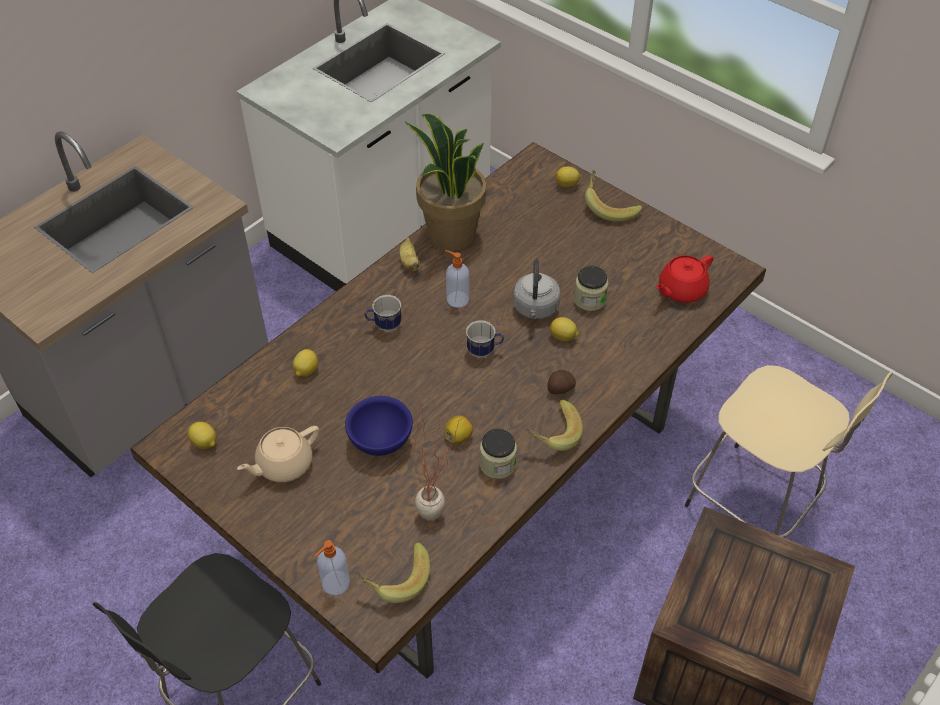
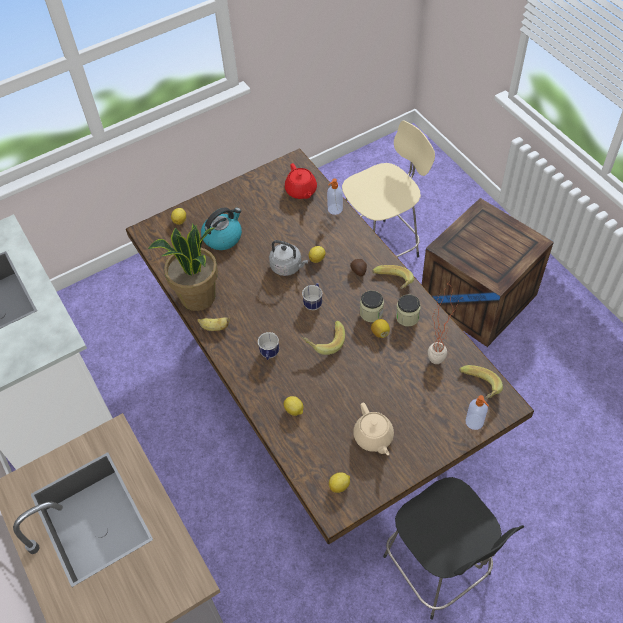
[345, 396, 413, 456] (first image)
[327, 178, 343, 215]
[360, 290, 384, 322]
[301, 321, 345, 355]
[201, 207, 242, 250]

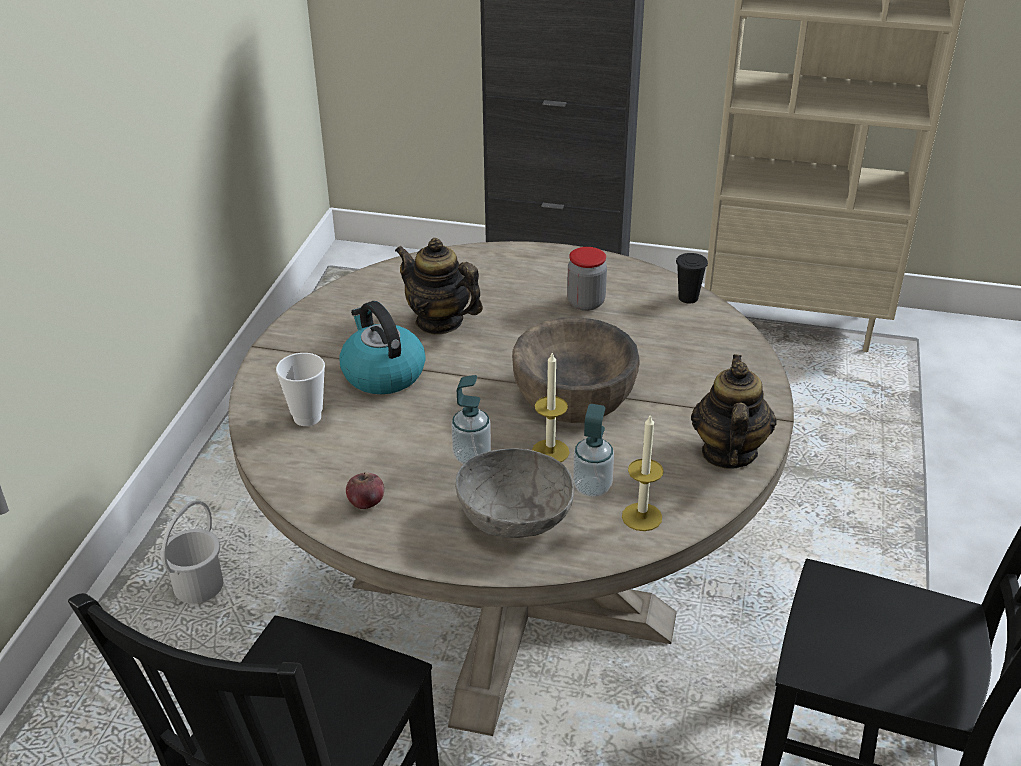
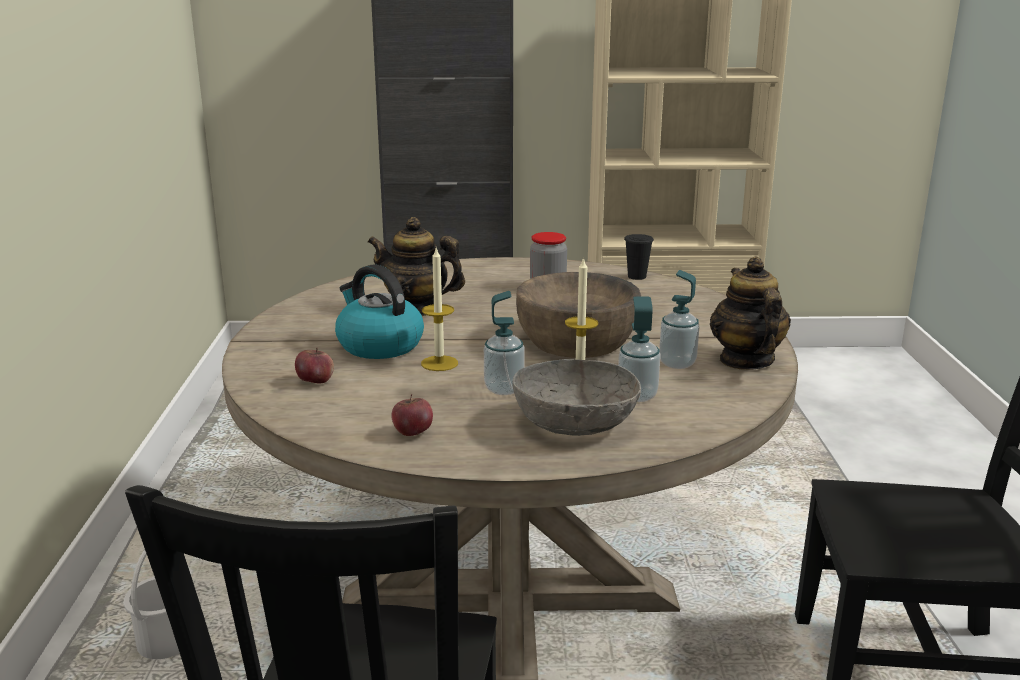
[295, 348, 334, 384]
[421, 248, 458, 371]
[659, 270, 699, 369]

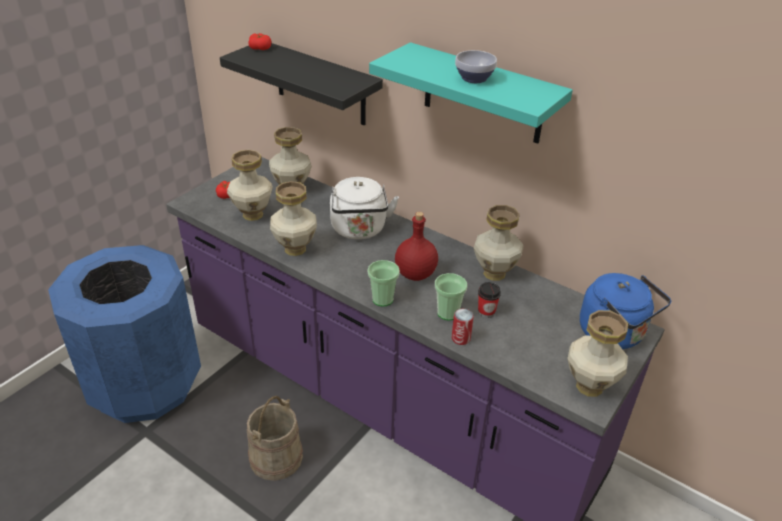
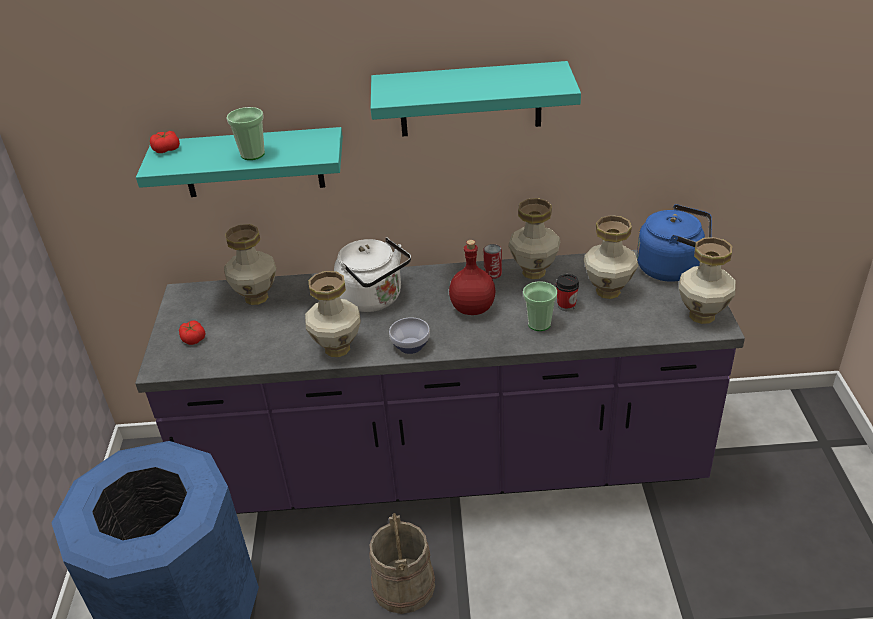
[136, 127, 343, 197]
[584, 215, 638, 299]
[227, 107, 265, 160]
[483, 244, 502, 279]
[389, 317, 430, 354]

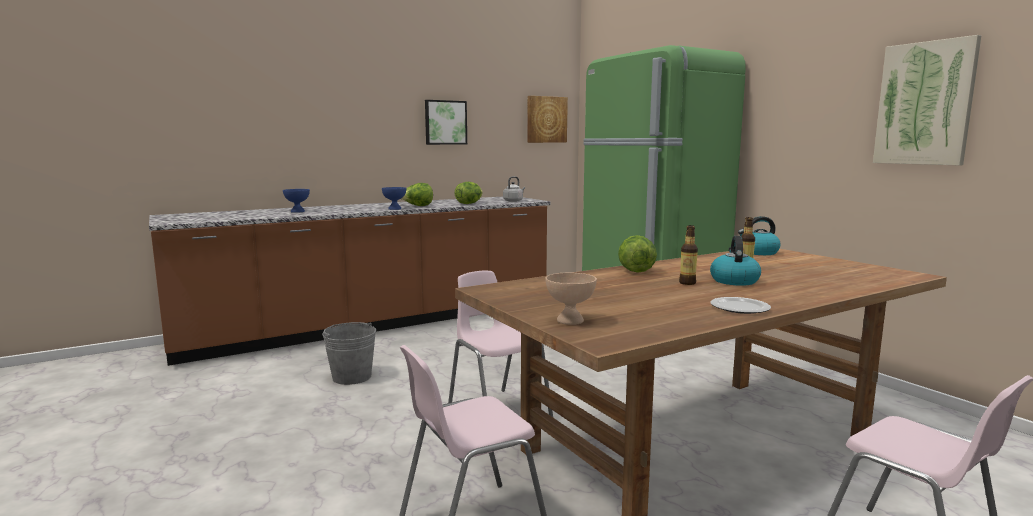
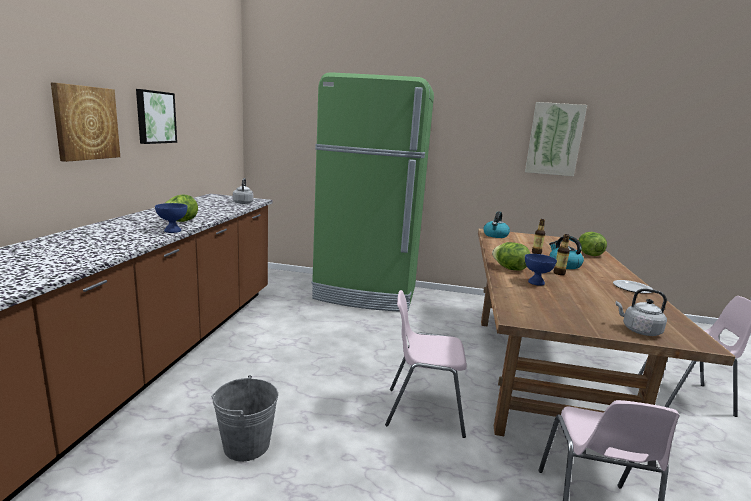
[525, 254, 557, 286]
[578, 232, 607, 256]
[51, 82, 120, 162]
[615, 288, 667, 336]

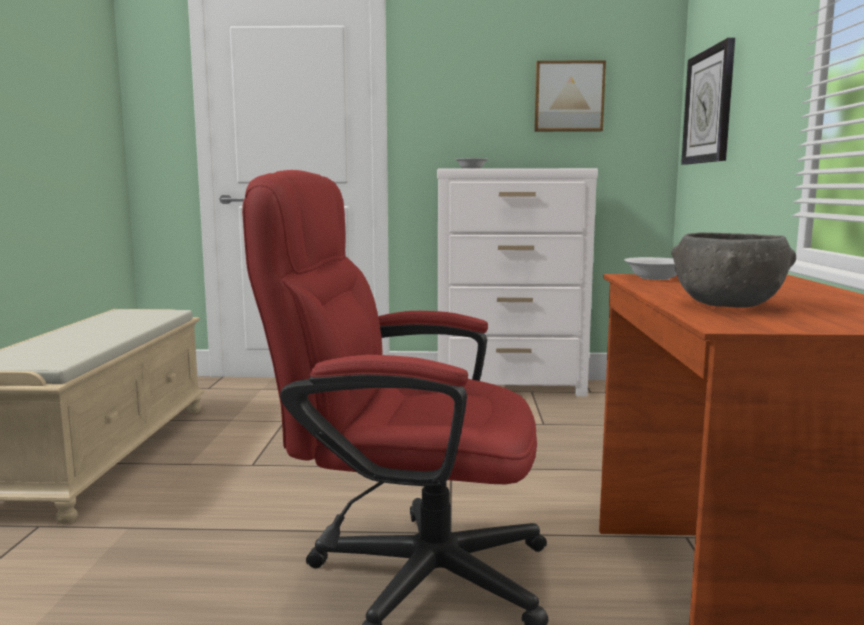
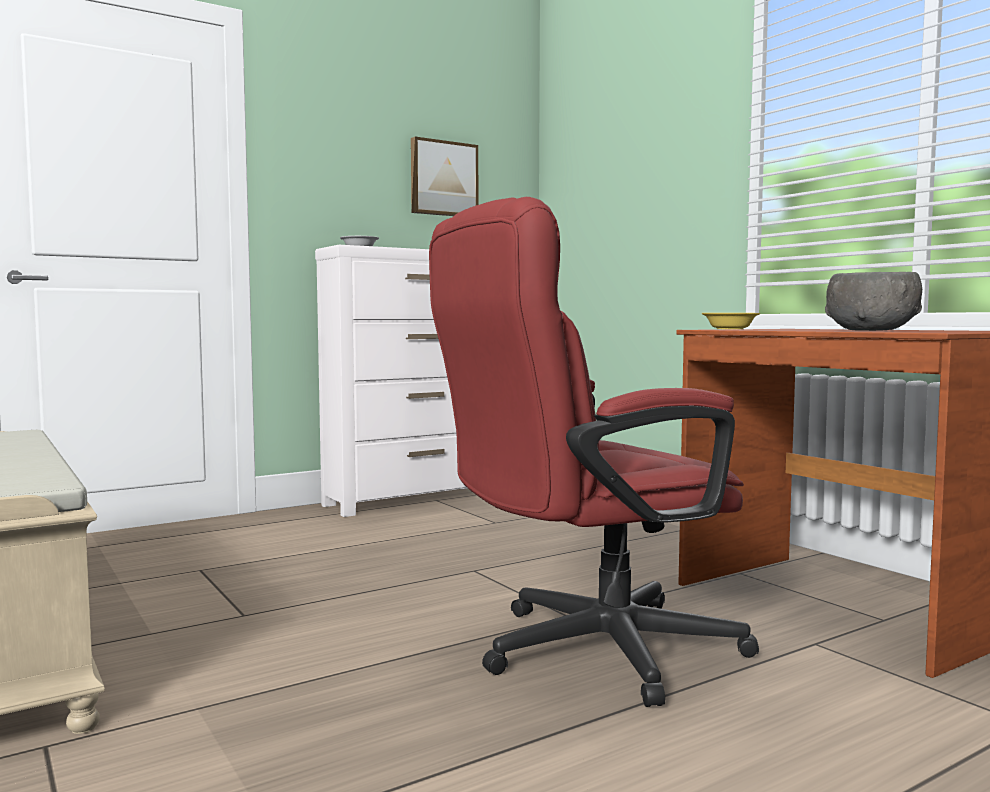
[702, 313, 760, 329]
[681, 38, 735, 164] (first image)

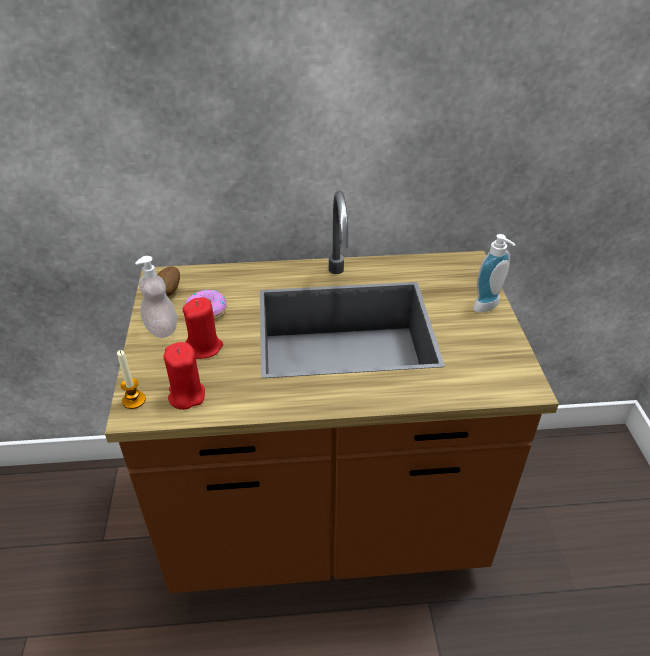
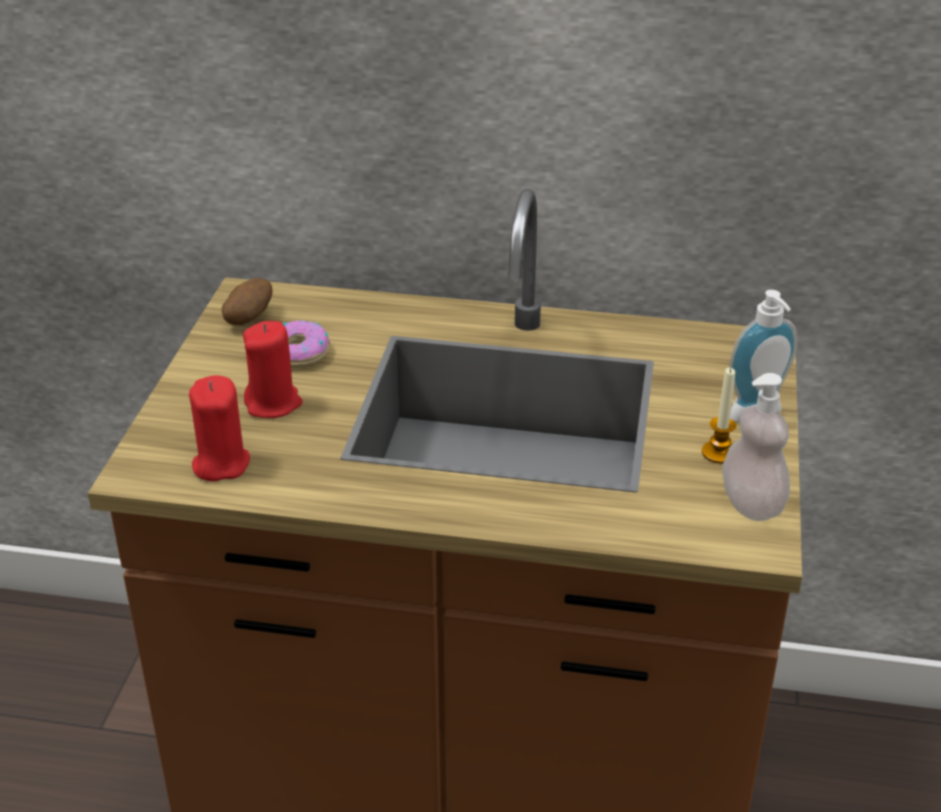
[702, 368, 736, 464]
[722, 373, 790, 521]

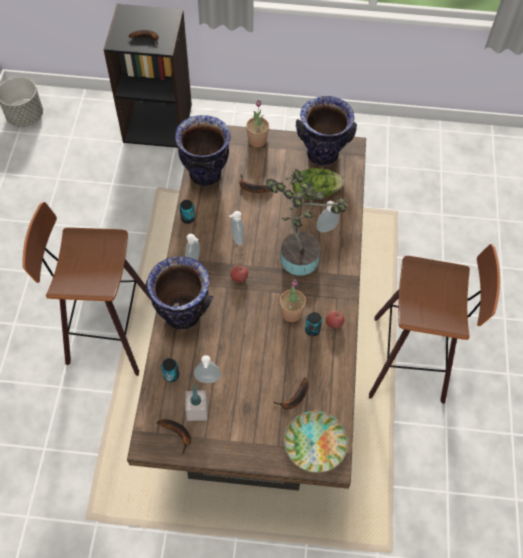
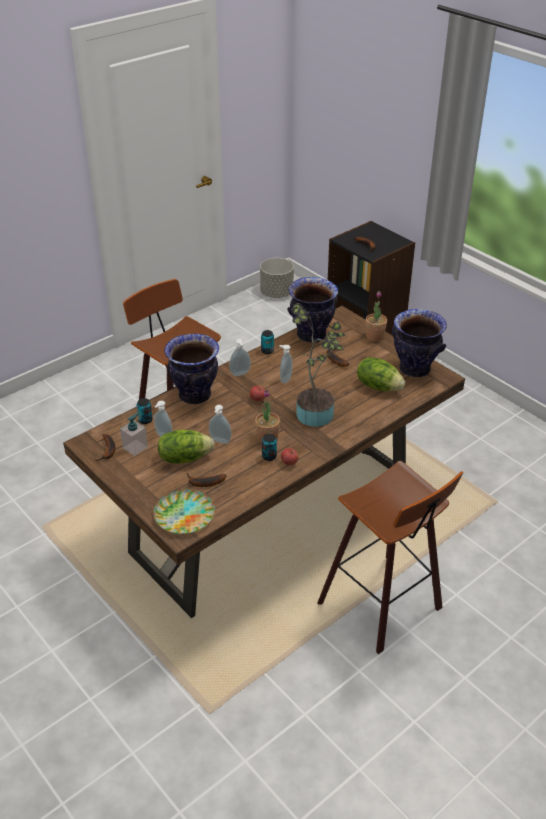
[209, 405, 232, 444]
[158, 430, 215, 464]

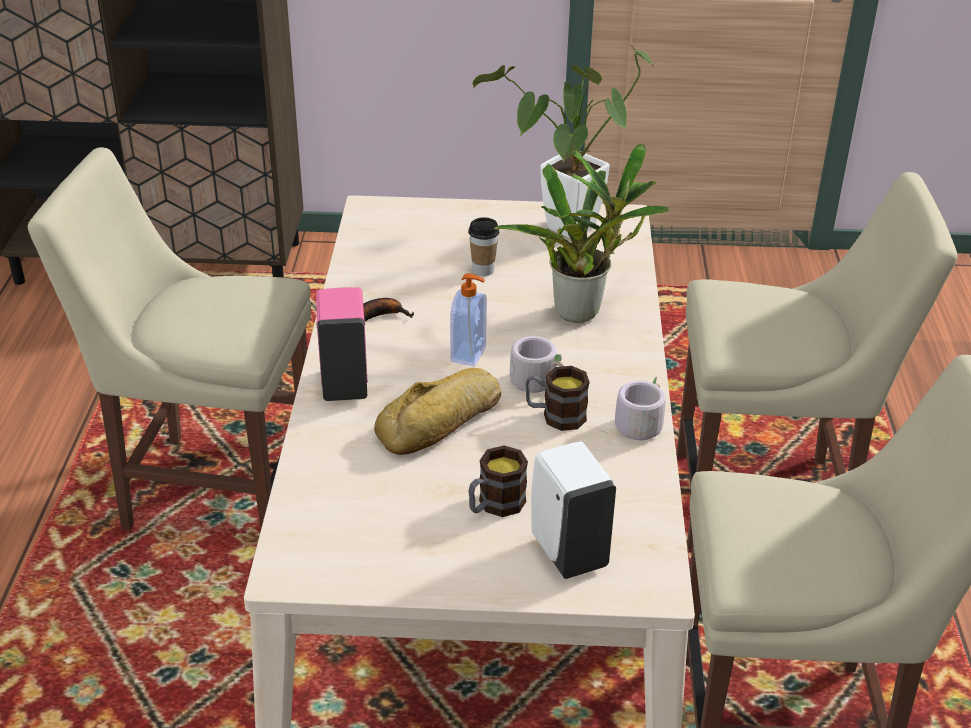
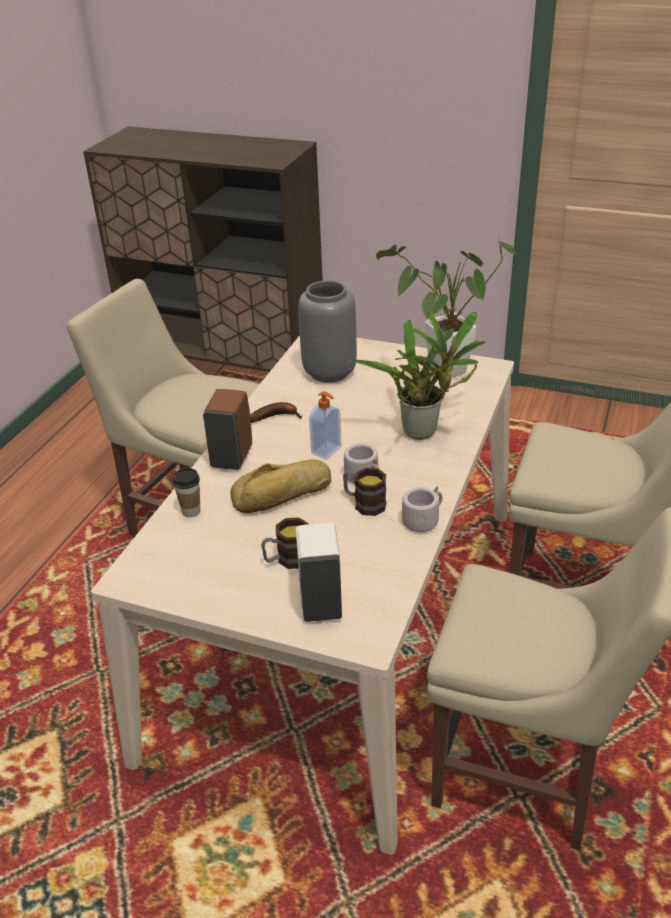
[203, 389, 252, 470]
[172, 468, 201, 517]
[298, 280, 357, 383]

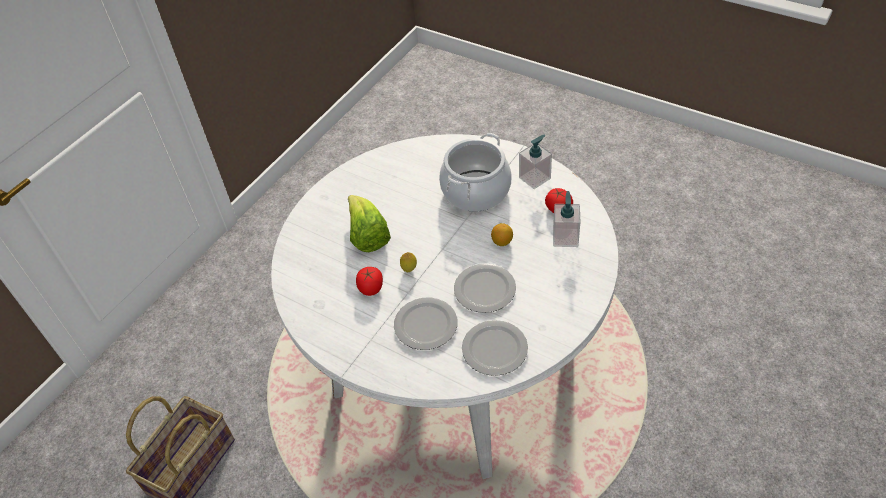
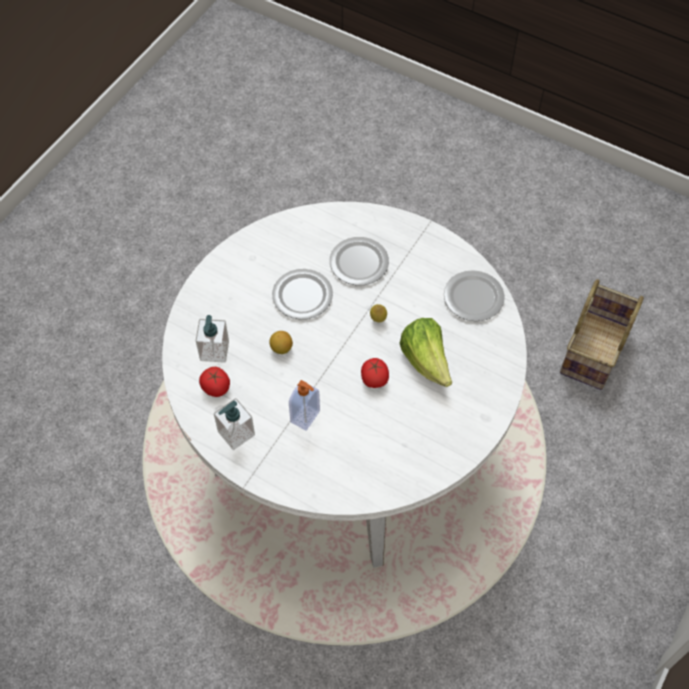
[361, 358, 389, 388]
[289, 380, 320, 431]
[444, 270, 505, 321]

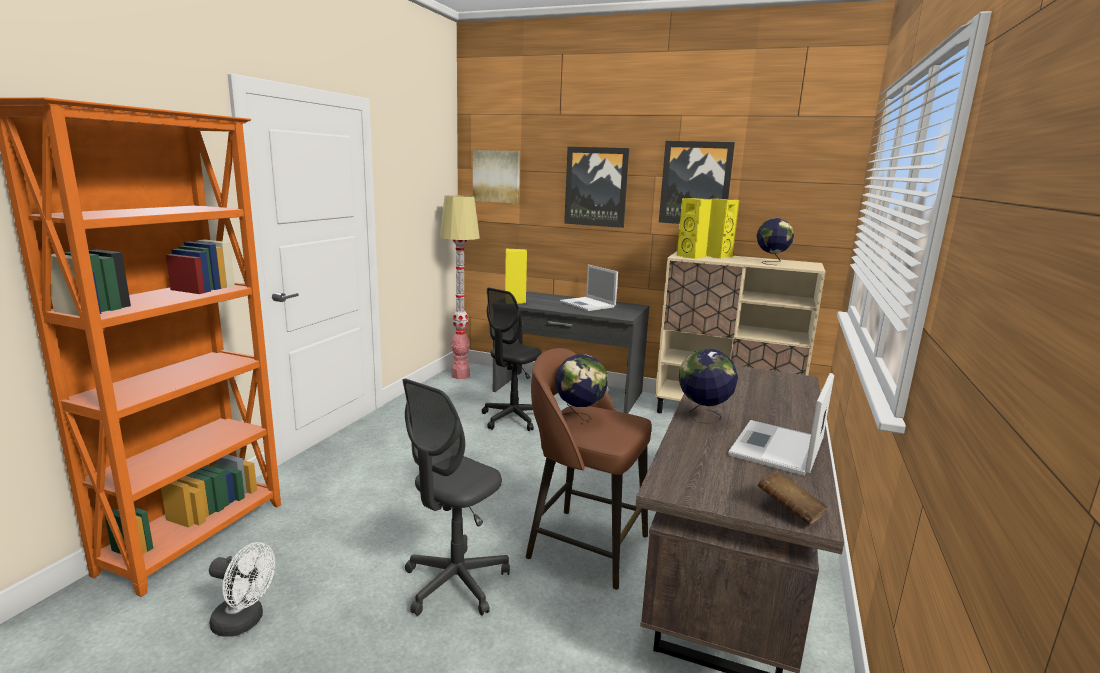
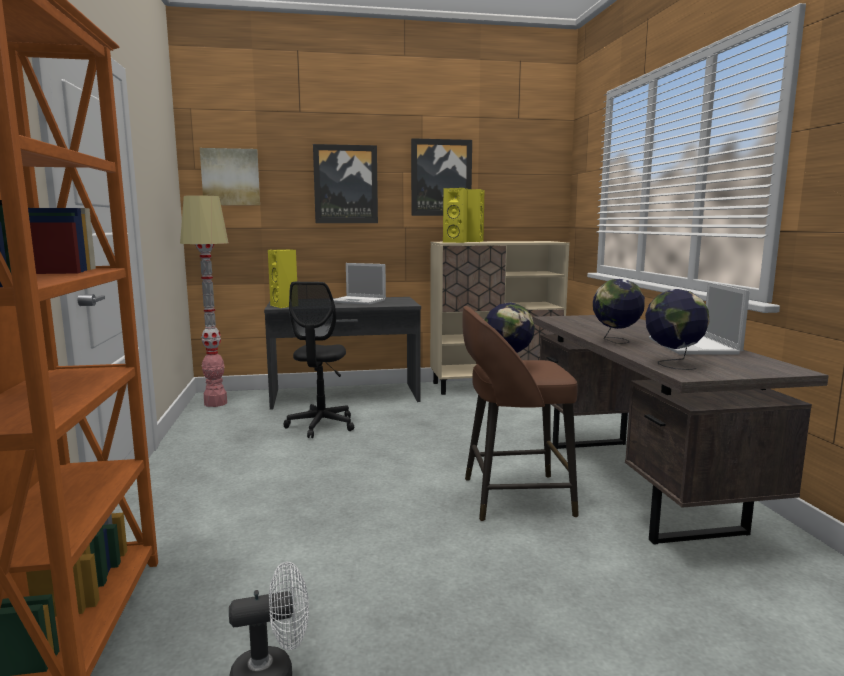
[403, 379, 510, 616] (first image)
[645, 289, 710, 370]
[757, 471, 828, 525] (first image)

